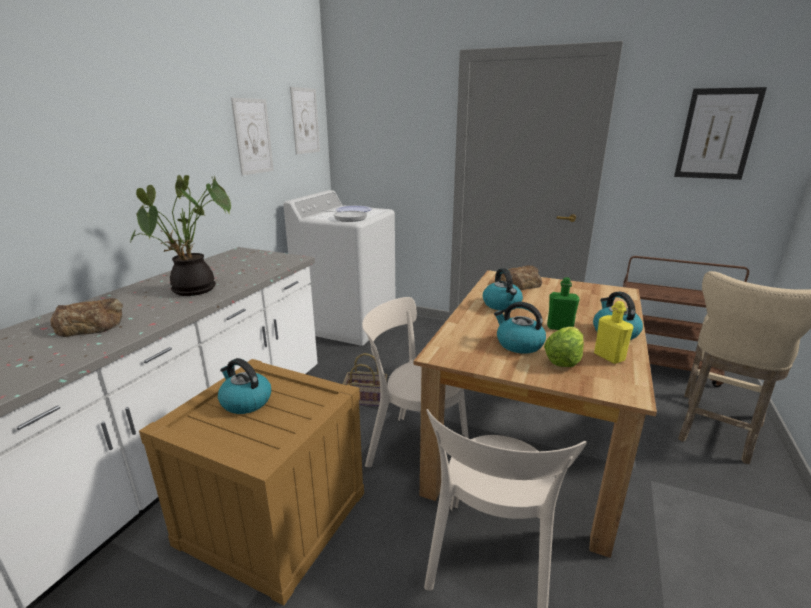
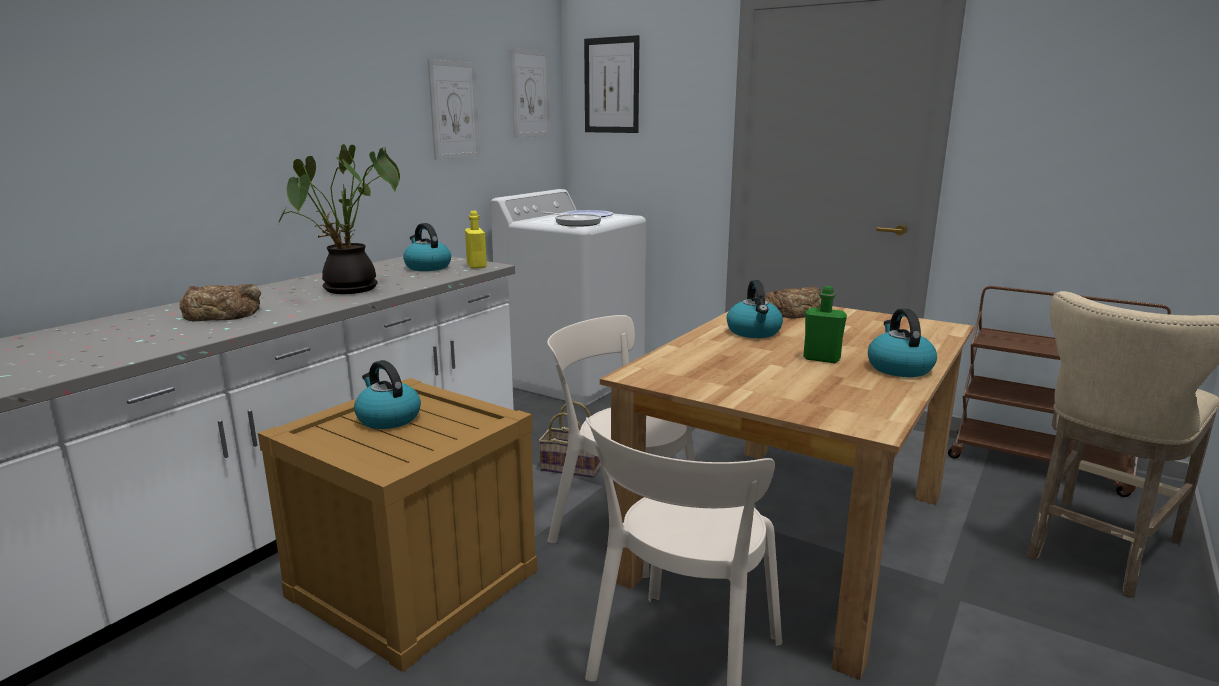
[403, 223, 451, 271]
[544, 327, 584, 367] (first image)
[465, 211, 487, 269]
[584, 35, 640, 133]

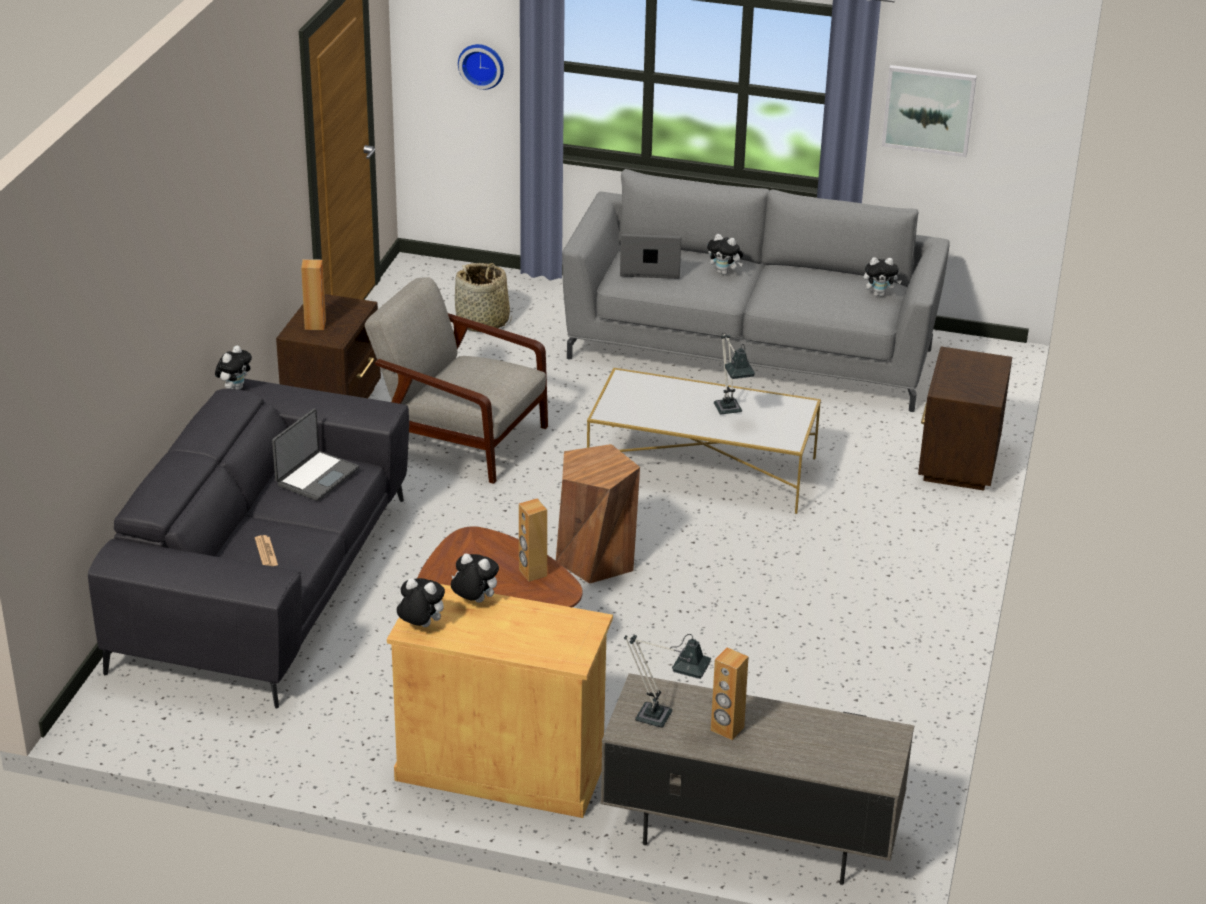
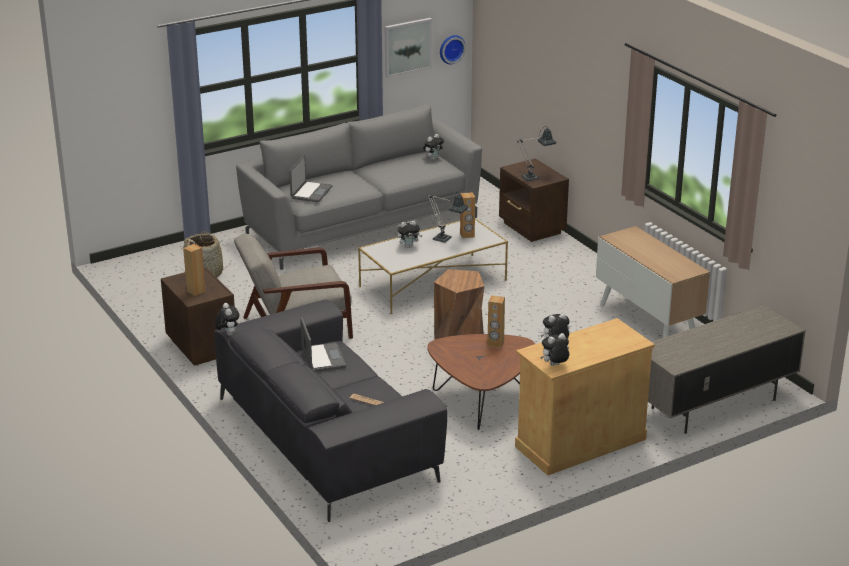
[440, 35, 466, 64]
[289, 155, 332, 202]
[517, 126, 556, 181]
[397, 221, 422, 248]
[460, 192, 475, 238]
[596, 226, 710, 338]

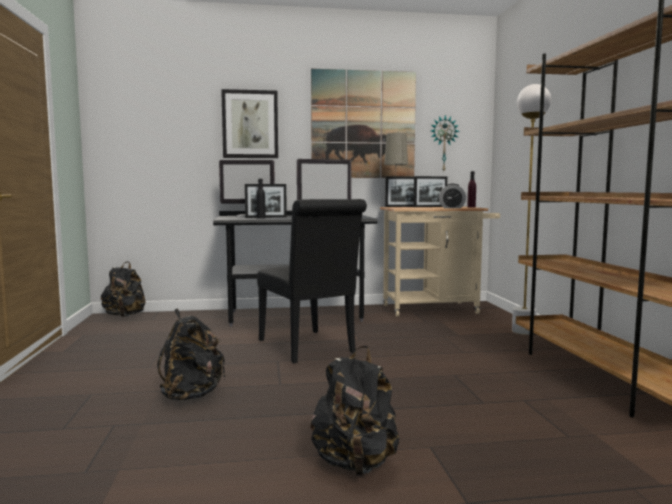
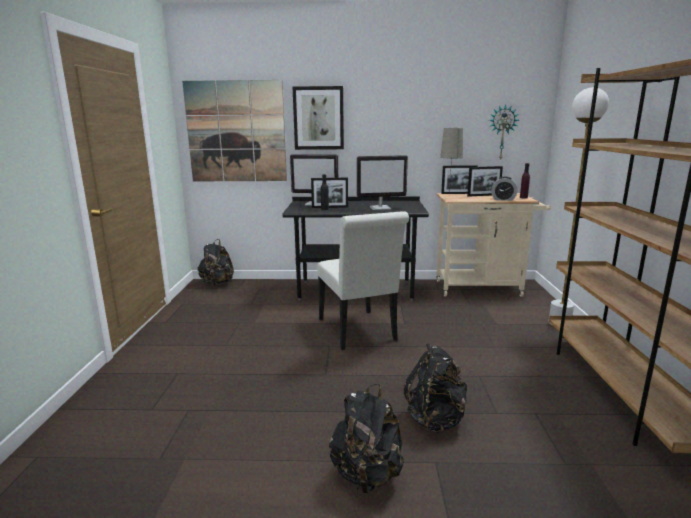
[403, 343, 467, 433]
[317, 211, 409, 350]
[182, 80, 287, 181]

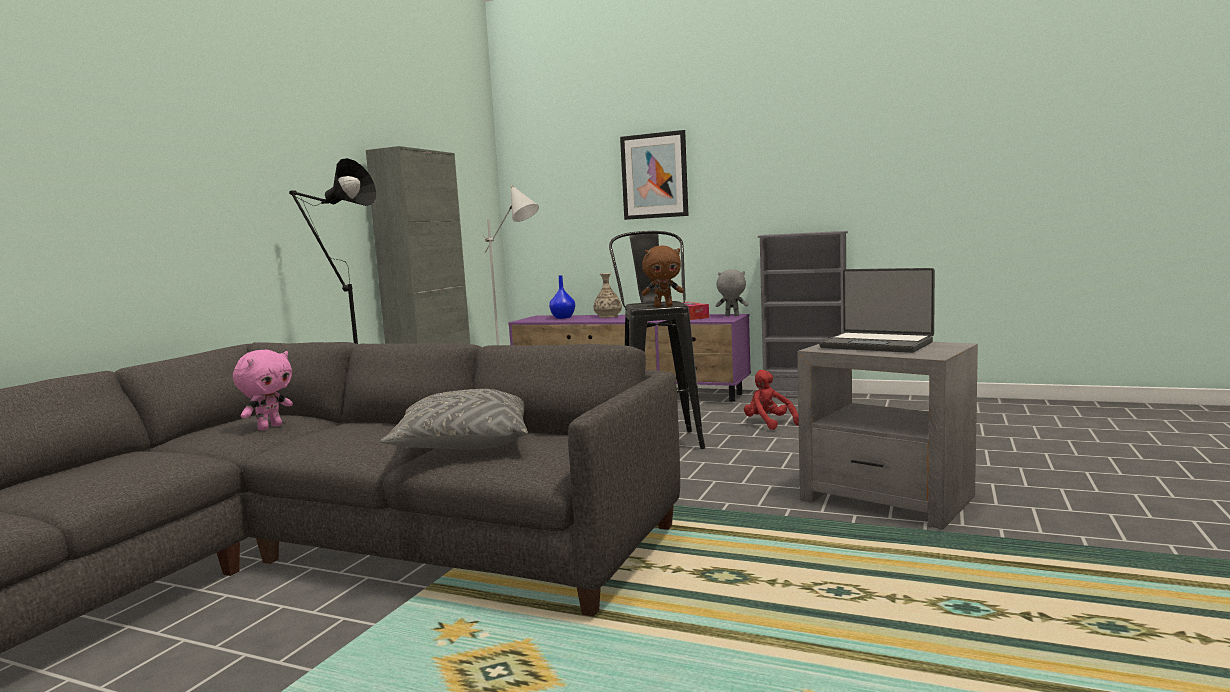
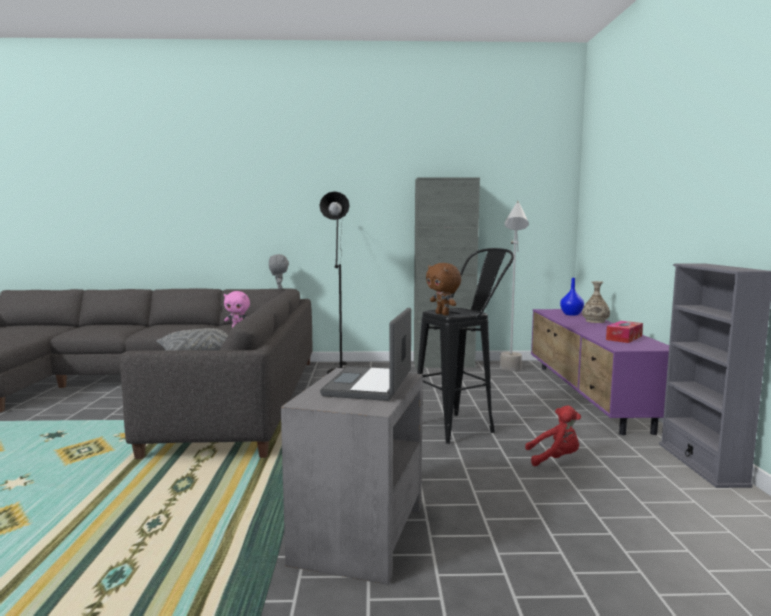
[620, 130, 689, 220] (first image)
[269, 254, 289, 290]
[525, 406, 581, 466]

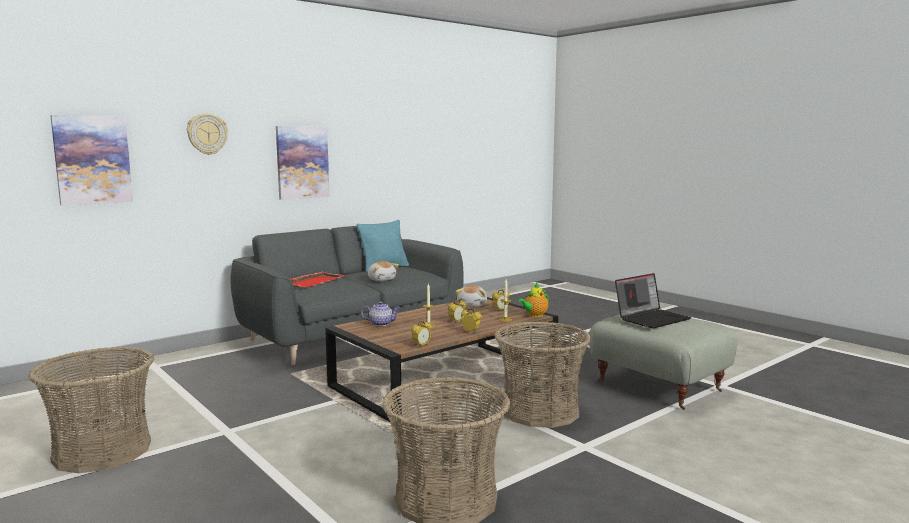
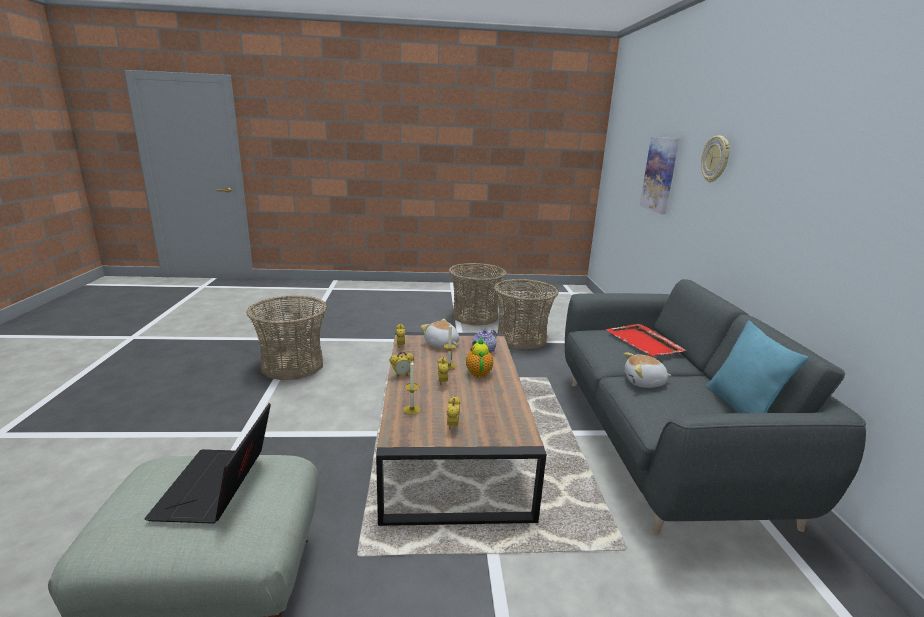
[276, 126, 330, 200] (first image)
[421, 319, 459, 348]
[494, 279, 559, 350]
[466, 338, 493, 378]

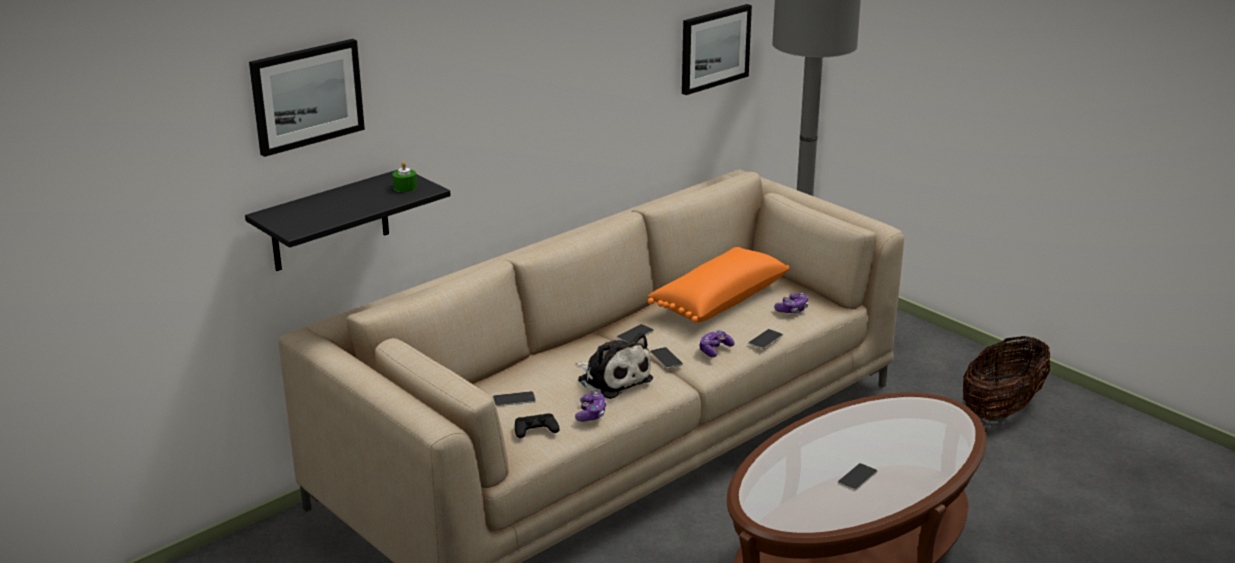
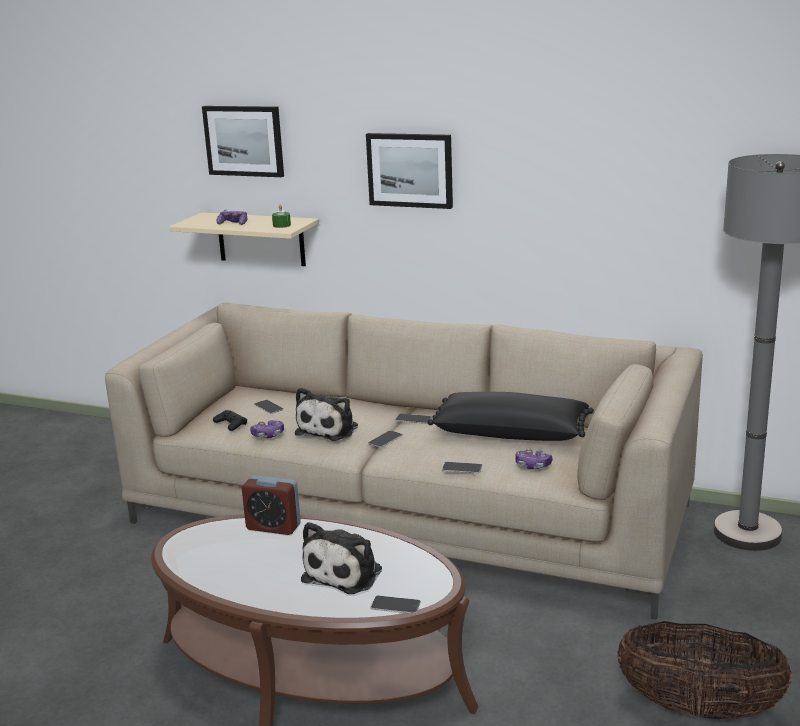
[169, 213, 319, 266]
[428, 392, 594, 441]
[366, 133, 453, 209]
[217, 210, 247, 225]
[371, 596, 421, 614]
[242, 475, 301, 535]
[301, 522, 382, 594]

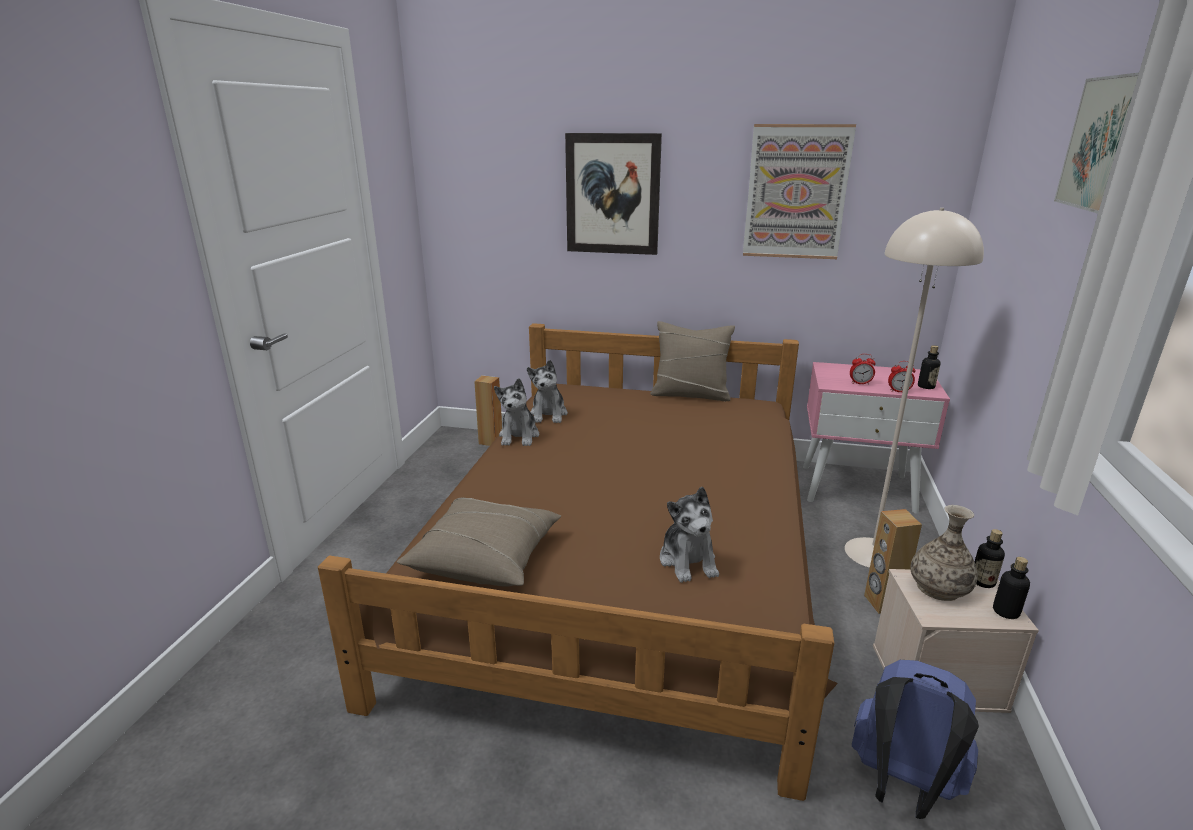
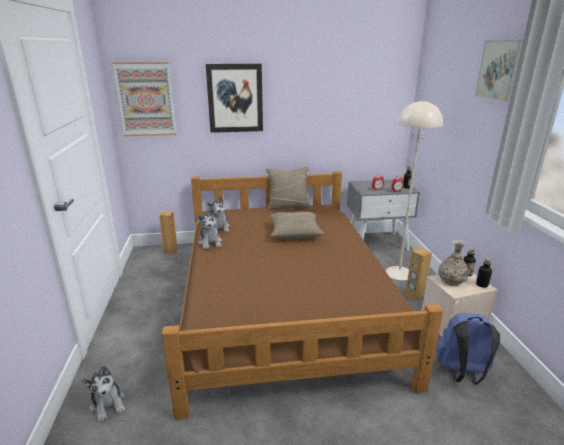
[269, 212, 325, 239]
[81, 365, 125, 422]
[112, 62, 176, 136]
[347, 179, 420, 251]

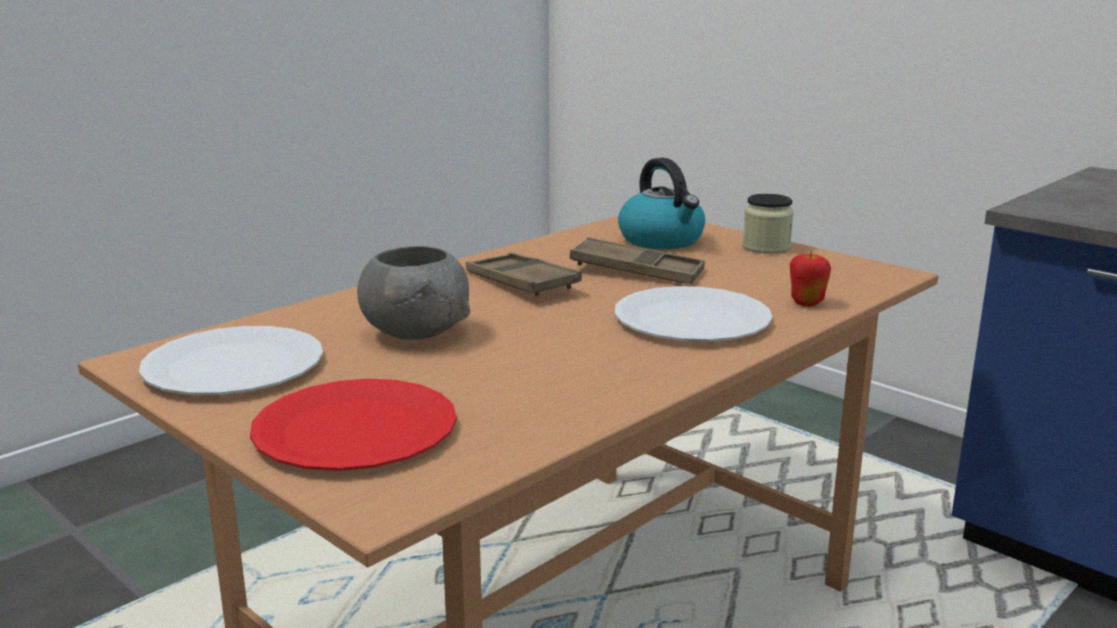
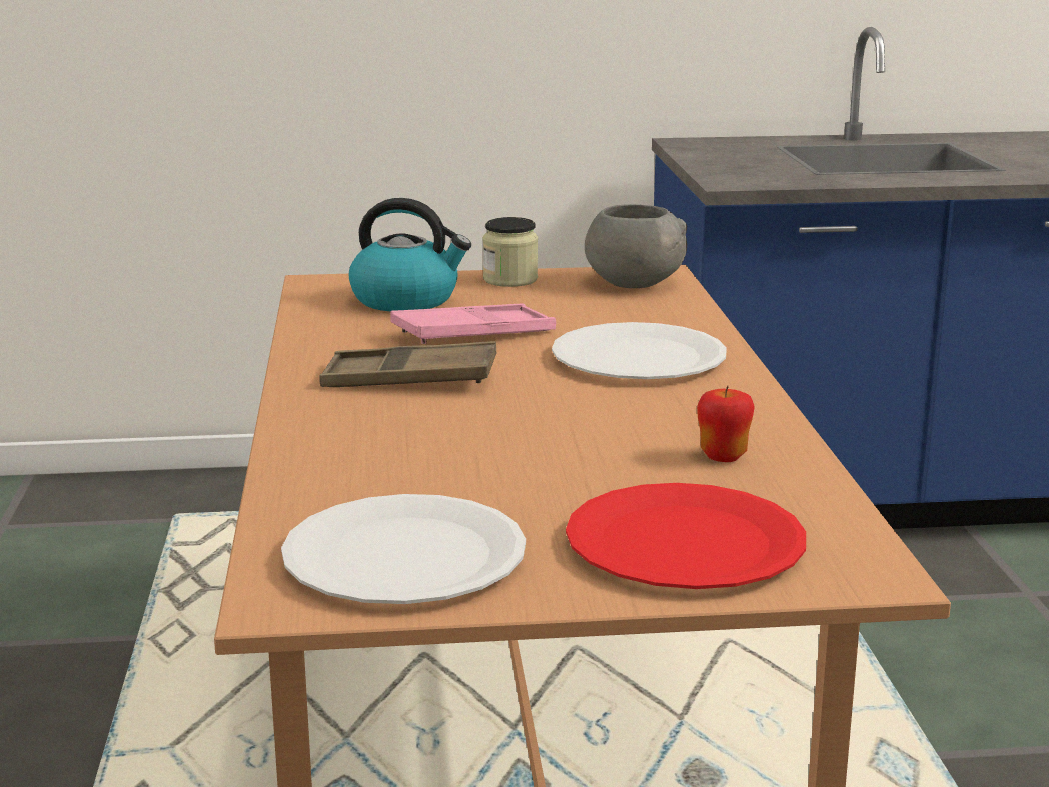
[585, 204, 687, 288]
[390, 304, 556, 344]
[697, 385, 755, 462]

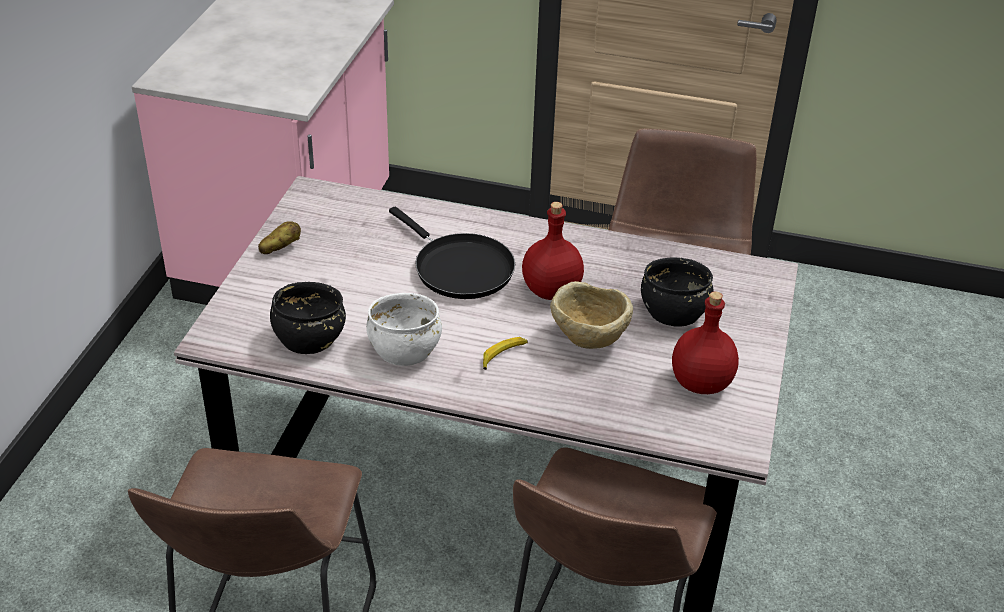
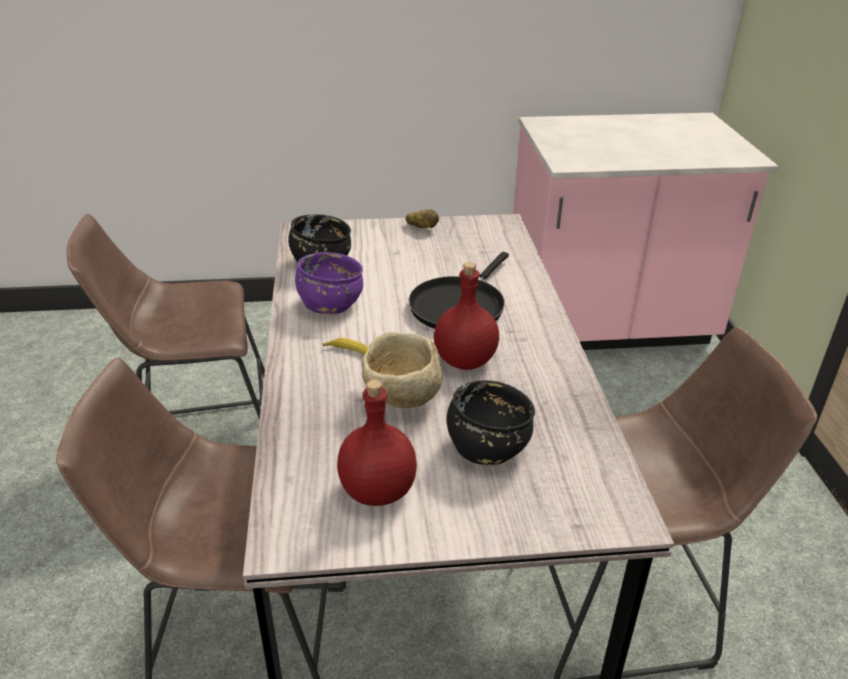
[295, 252, 363, 314]

